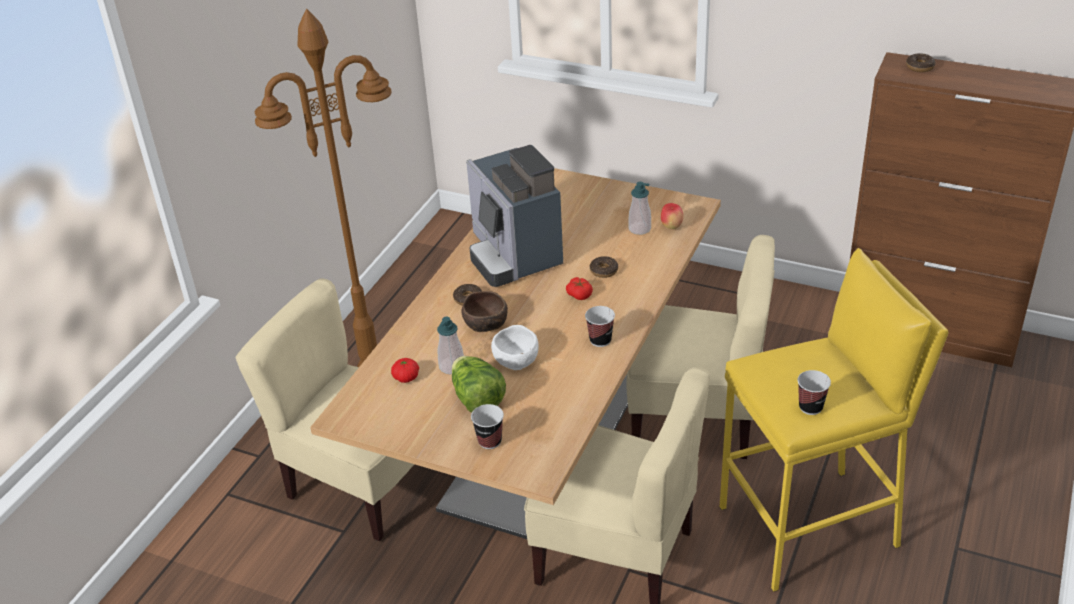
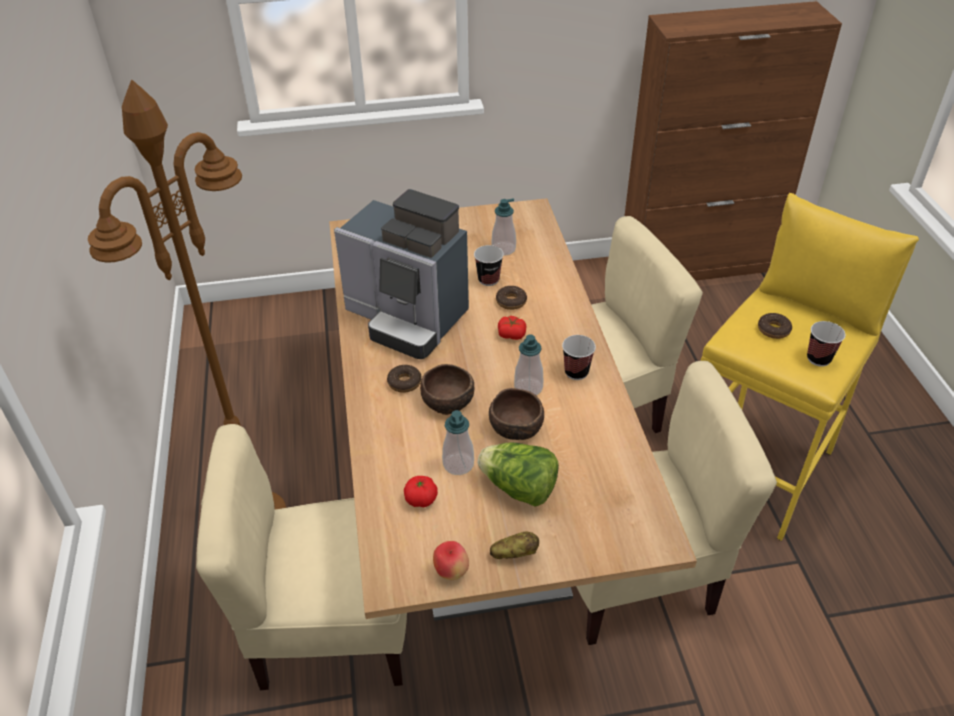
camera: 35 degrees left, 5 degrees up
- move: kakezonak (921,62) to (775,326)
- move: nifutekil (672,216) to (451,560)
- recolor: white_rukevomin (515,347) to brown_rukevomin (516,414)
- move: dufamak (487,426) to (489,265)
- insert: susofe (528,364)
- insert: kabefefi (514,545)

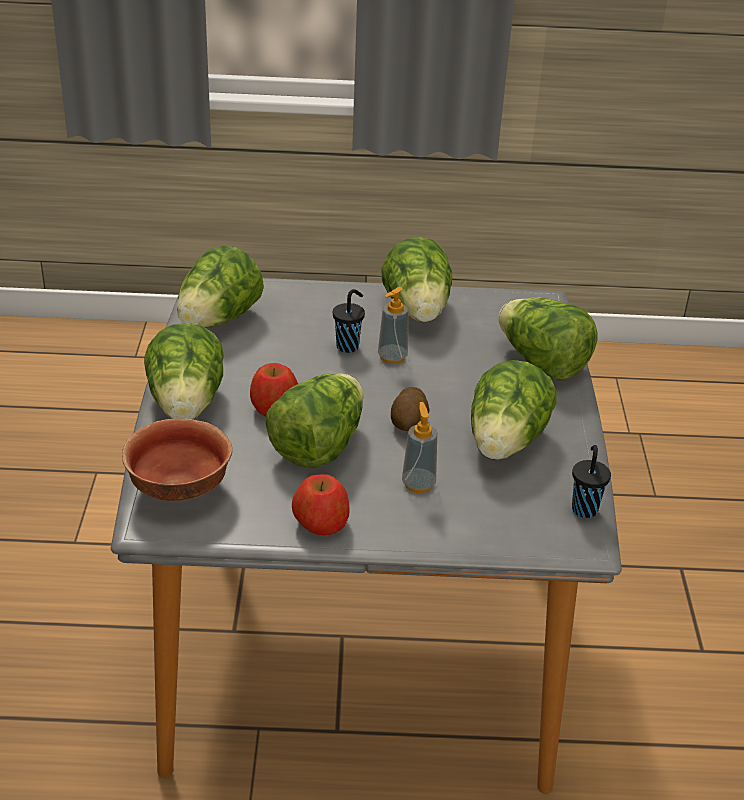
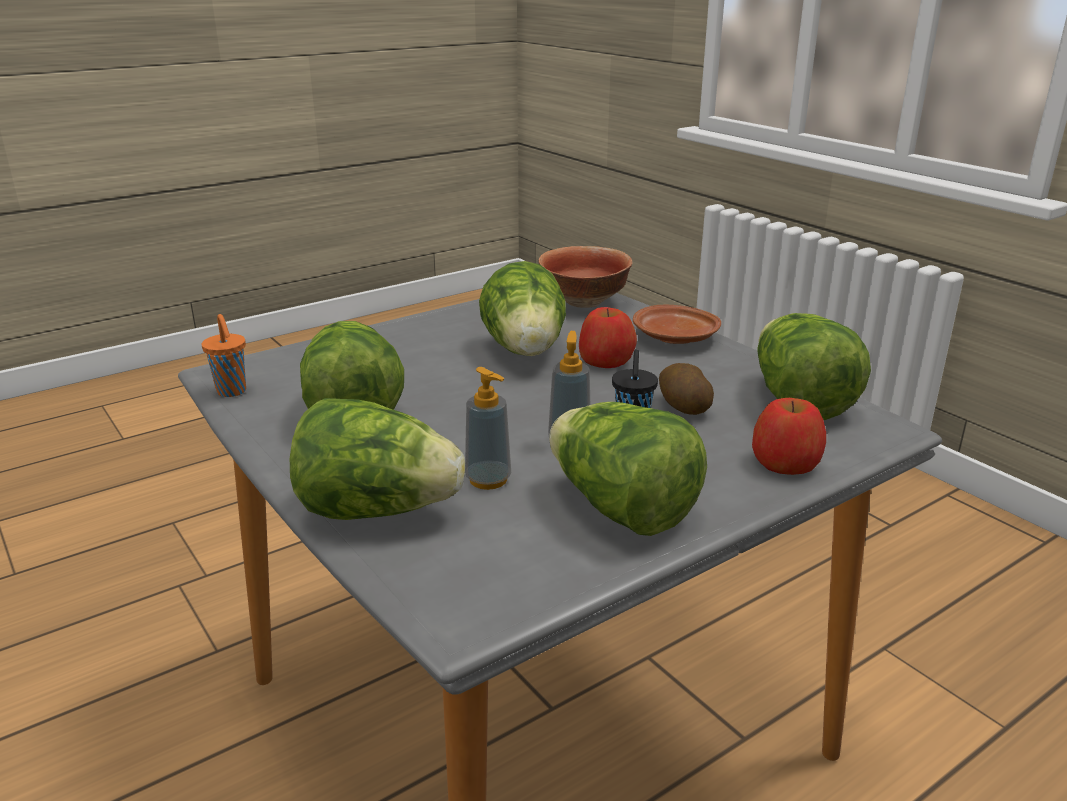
camera: 145 degrees right, 10 degrees down
- replace: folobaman (184,371) to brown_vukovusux (677,324)
- move: kabefefi (410,409) to (686,389)
- move: susofe (419,447) to (488,428)
- recolor: black_dufamak (591,481) to orange_dufamak (224,355)
- move: nifutekil (321,504) to (789,436)

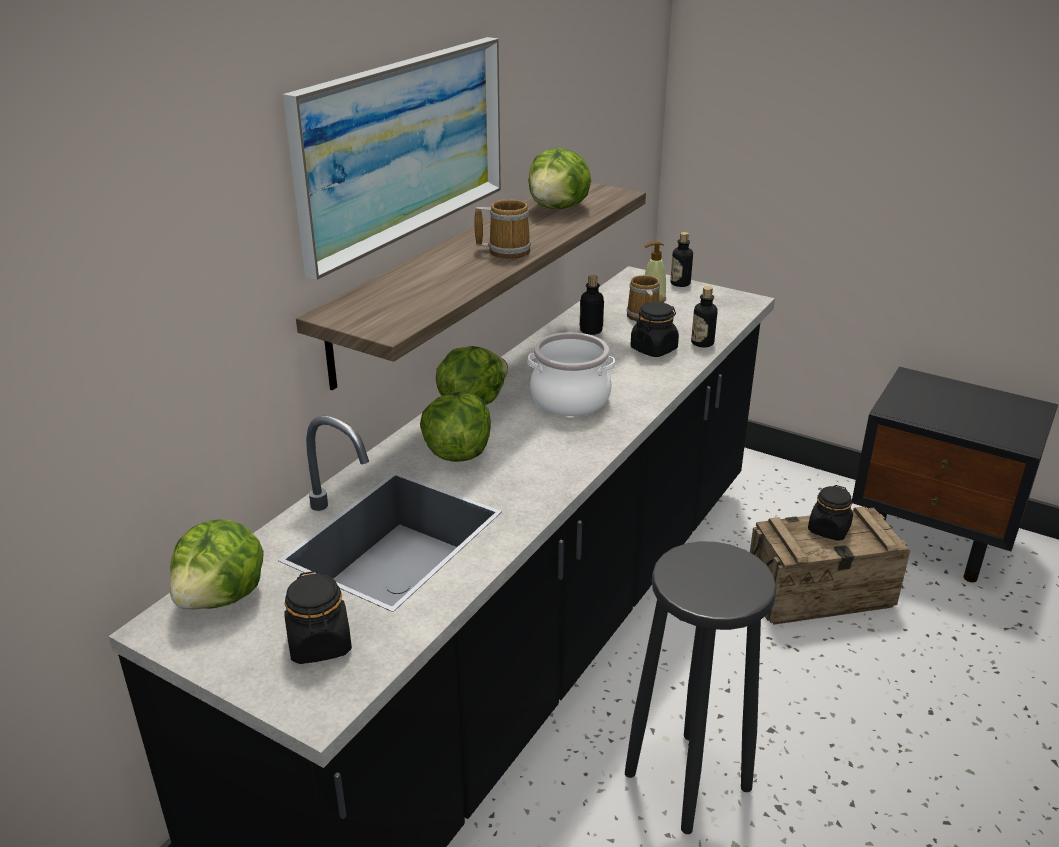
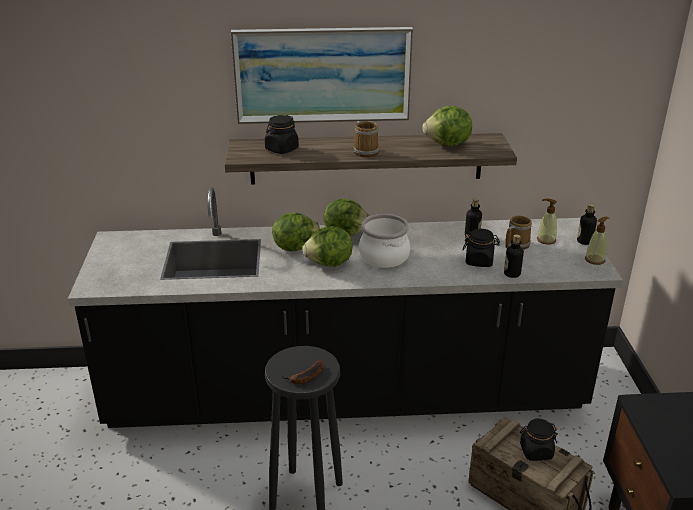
camera: 55 degrees right, 0 degrees up
- move: folobaman (217,564) to (327,246)
- move: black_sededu (318,617) to (282,134)
- insert: susofe (597,241)
- insert: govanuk (302,372)

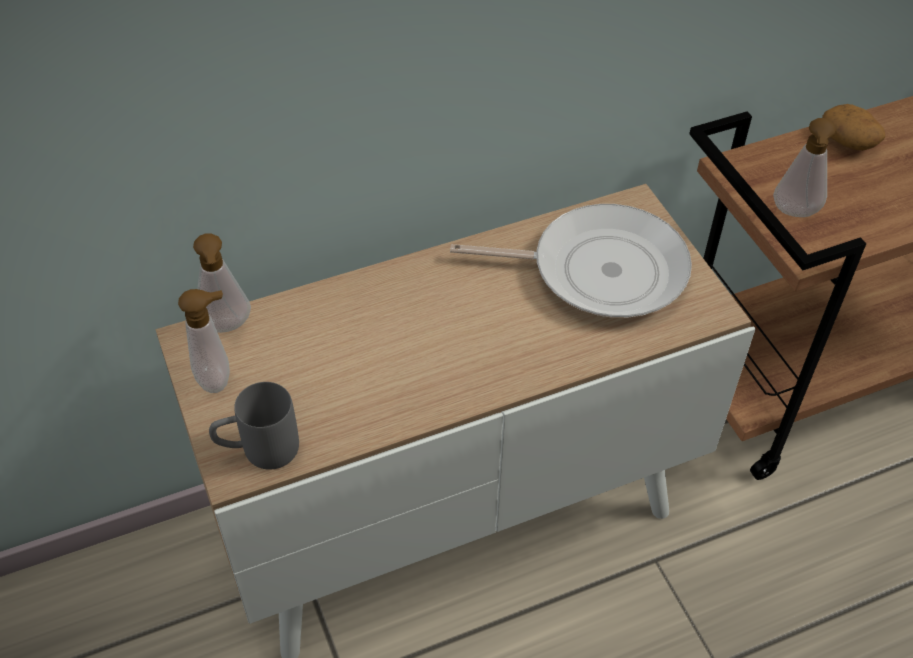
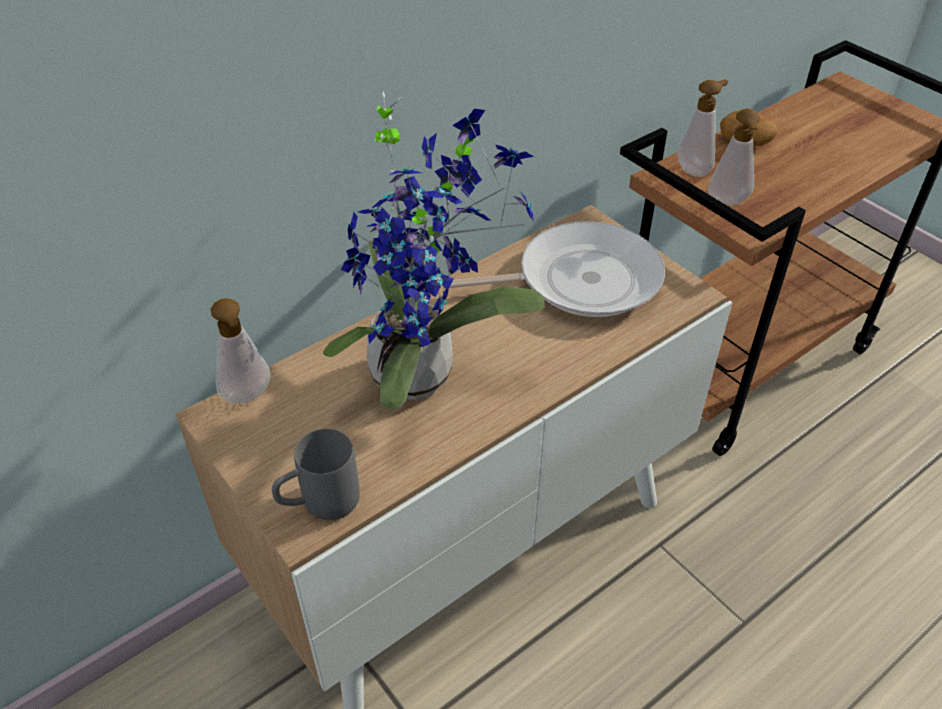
camera: 15 degrees left, 5 degrees down
- move: susofe (204,341) to (703,128)
- insert: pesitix (434,250)

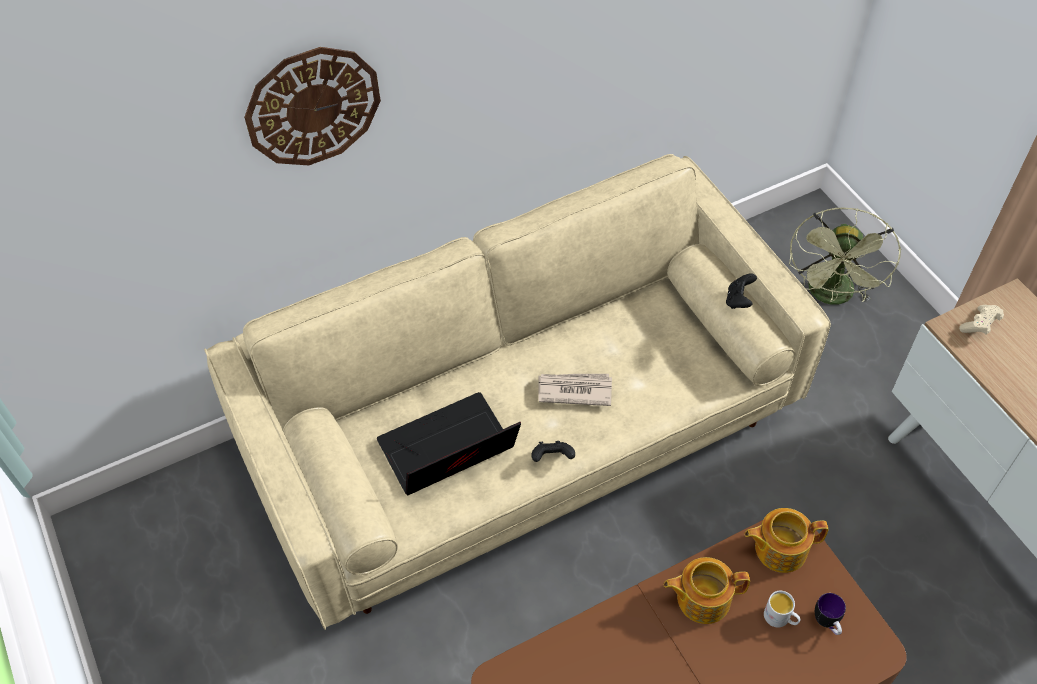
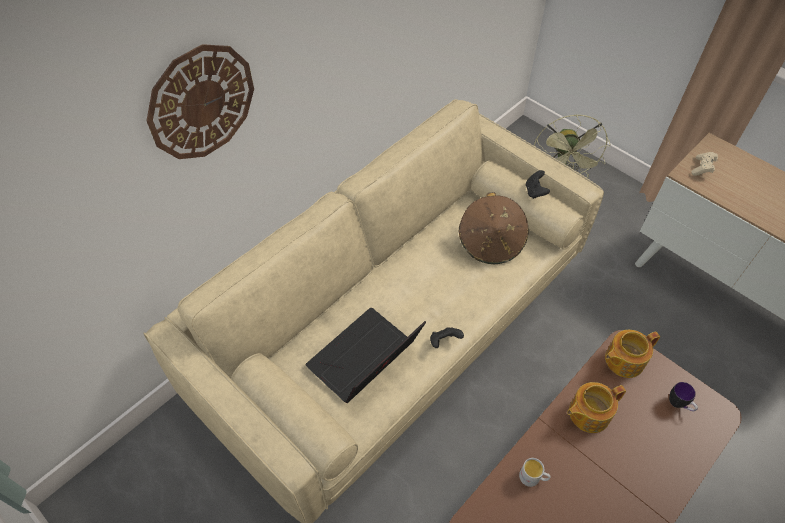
camera: 20 degrees left, 0 degrees up
- delete: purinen (575,390)
- move: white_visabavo (782,609) to (535,472)
- insert: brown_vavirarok (493,228)

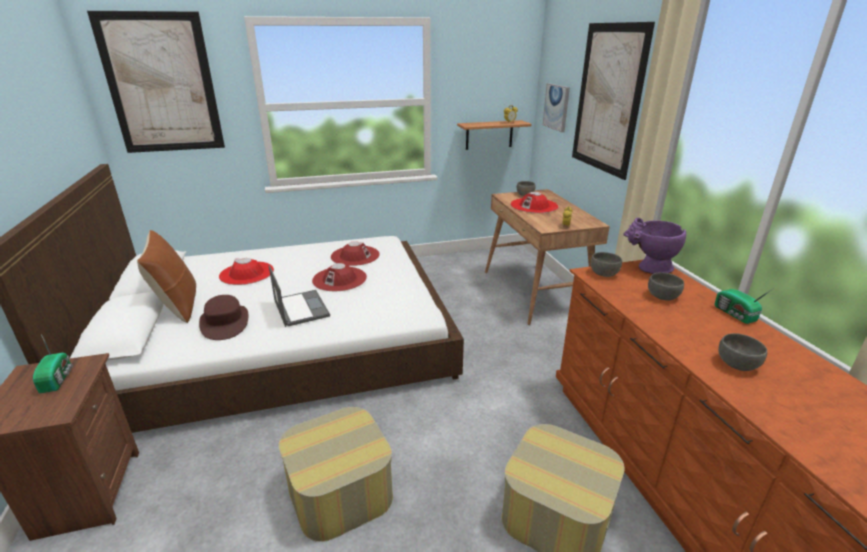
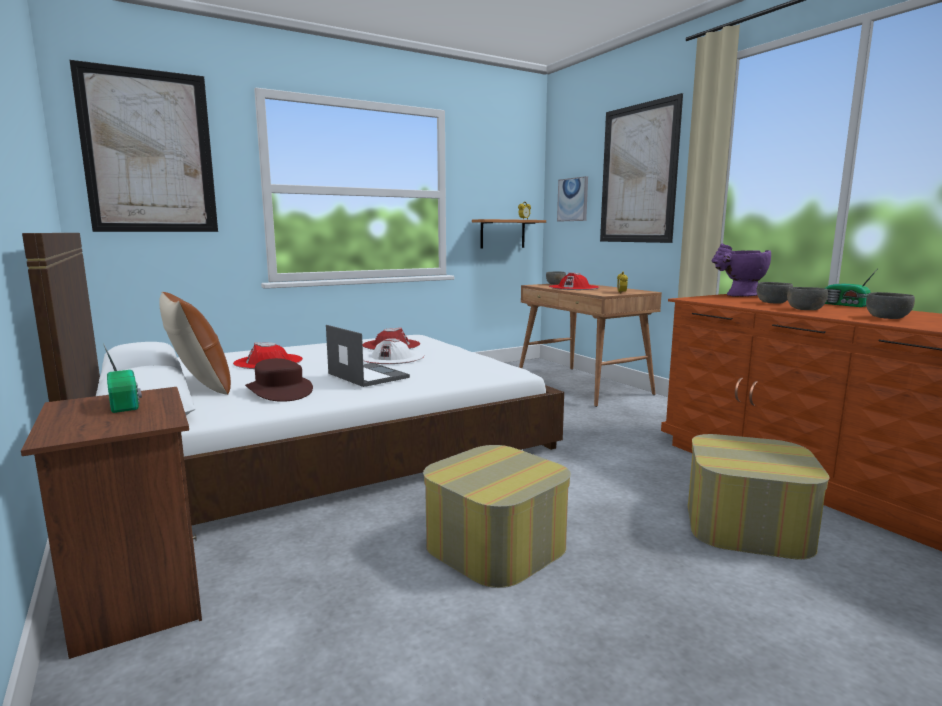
camera: 15 degrees left, 15 degrees down
- move: grey_rukevomin (606,264) to (807,298)
- recolor: red_vavirarok (339,277) to white_vavirarok (393,351)

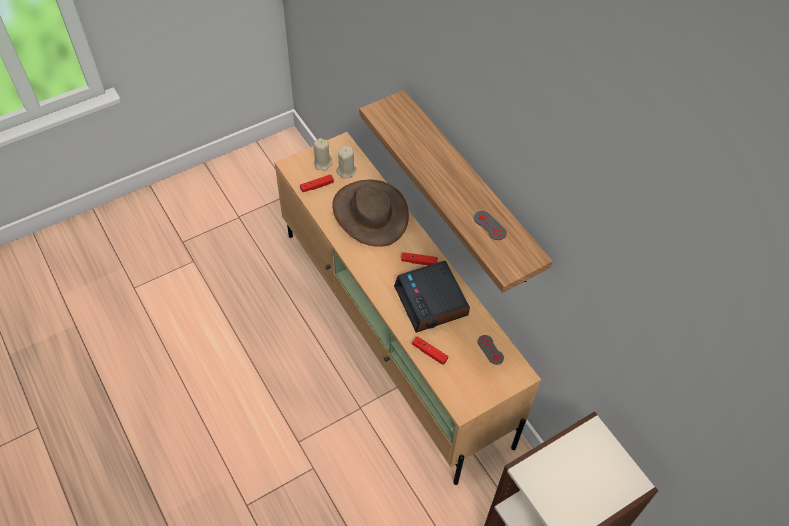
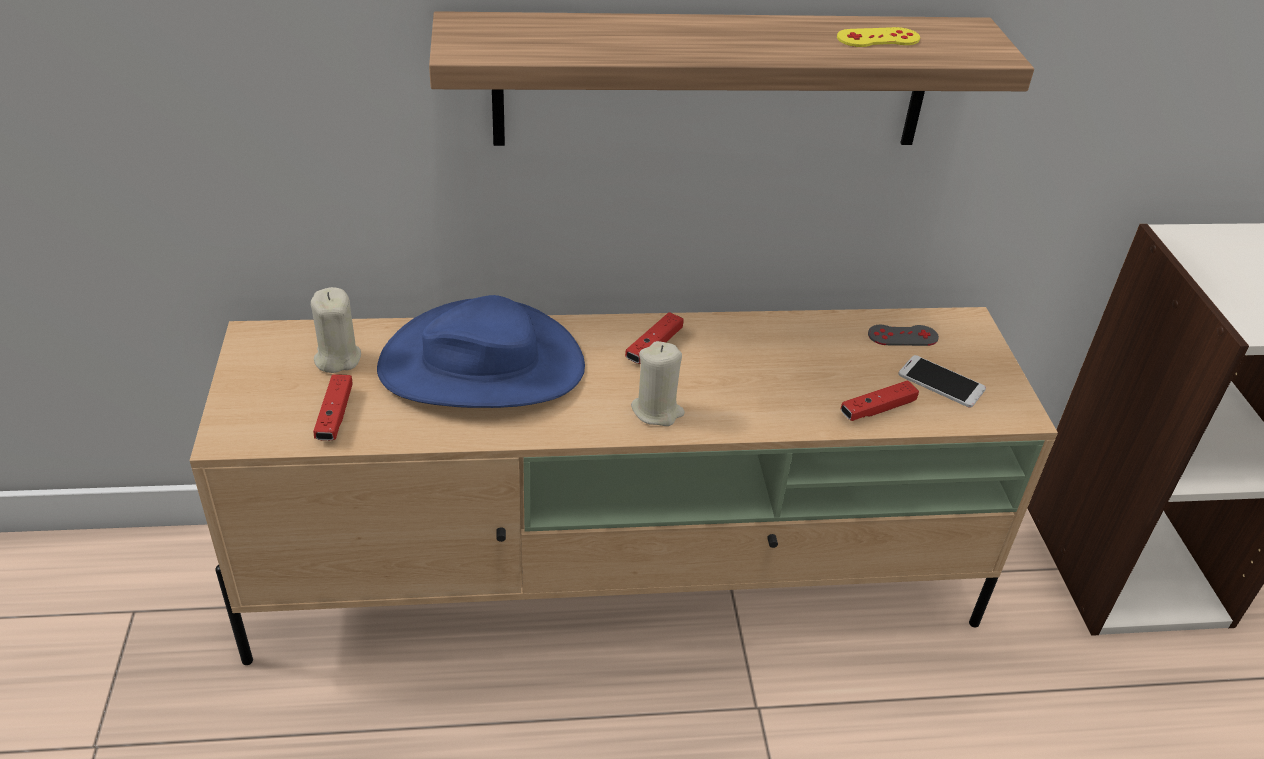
camera: 65 degrees left, 15 degrees down
- move: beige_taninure (322,154) to (658,383)
- recolor: brown_vavirarok (370,213) to blue_vavirarok (481,351)
- recolor: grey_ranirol (490,225) to yellow_ranirol (878,37)
- delete: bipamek (432,297)
- insert: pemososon (942,381)

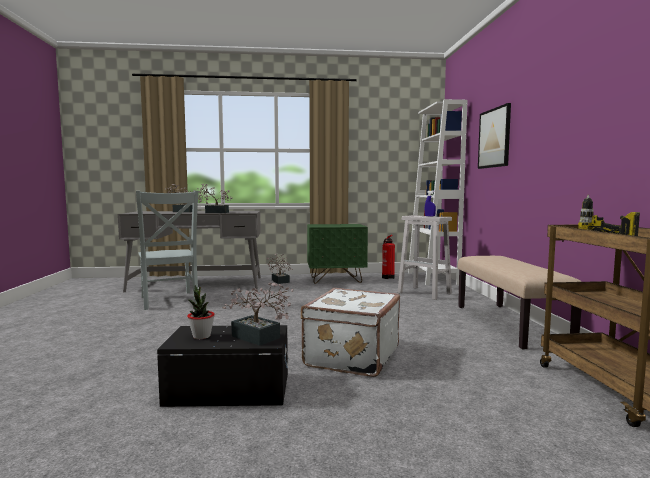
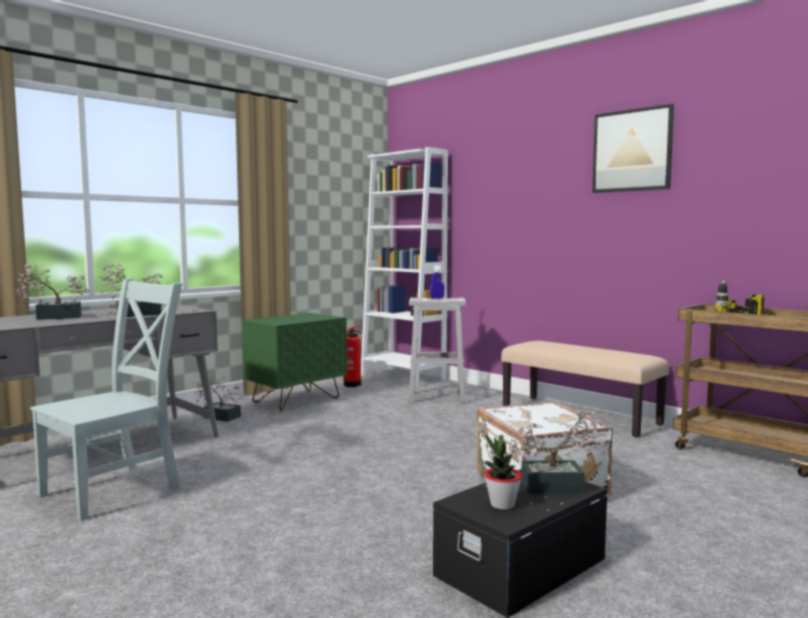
camera: 40 degrees left, 0 degrees up
- move: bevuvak (494,136) to (633,148)
- rotate: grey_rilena (167,250) = (106,400) 75 degrees counterclockwise

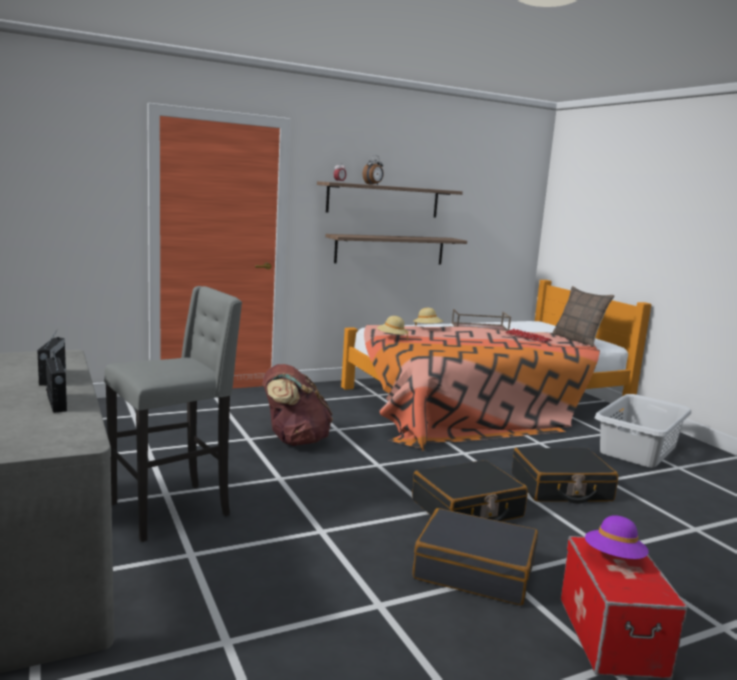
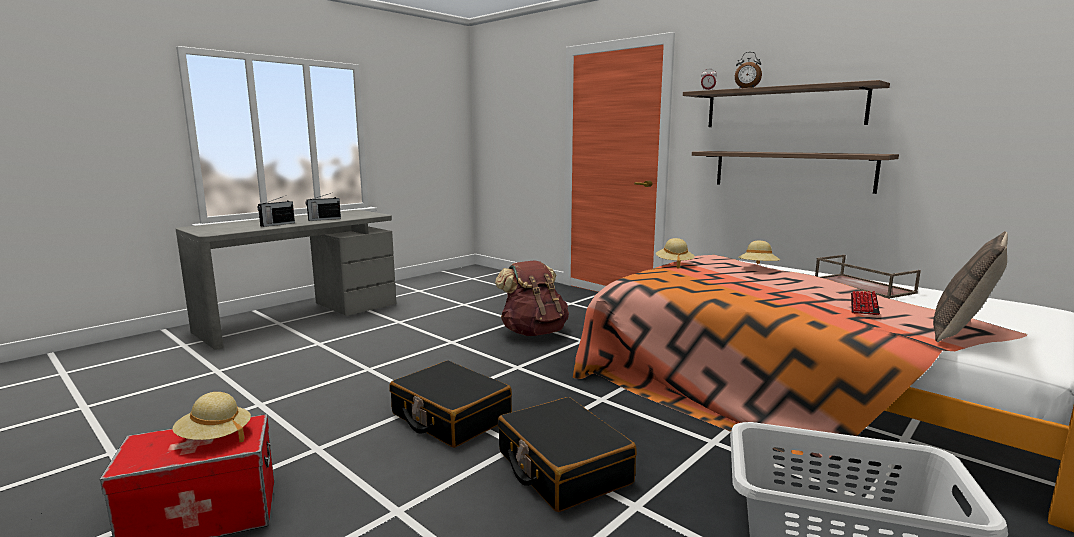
camera: 70 degrees right, 0 degrees up
- delete: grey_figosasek (173,414)
- delete: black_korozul (475,556)
- recolor: purple_vavirarok (617,537) to beige_vavirarok (211,417)

